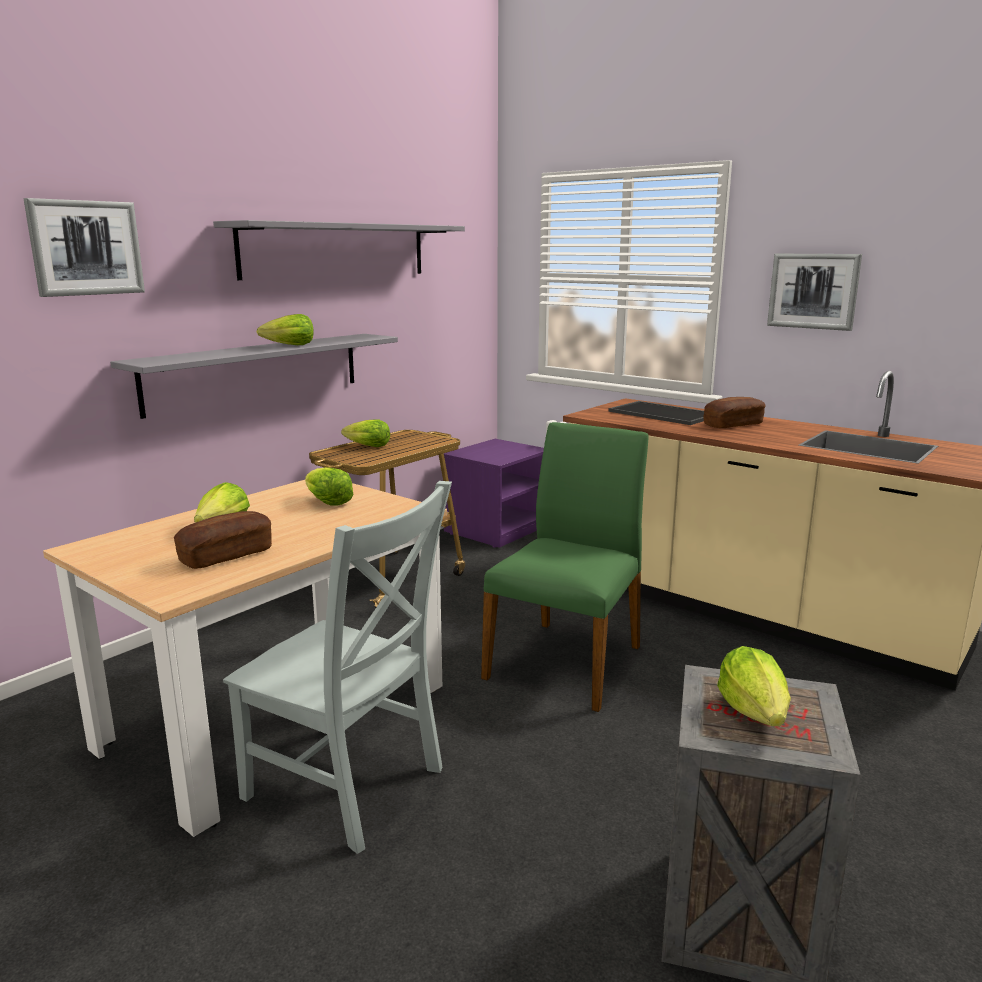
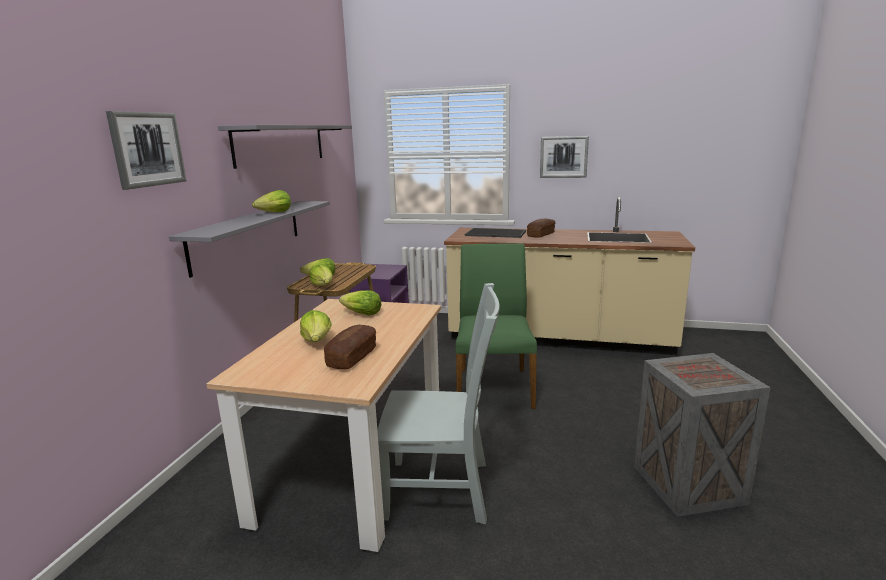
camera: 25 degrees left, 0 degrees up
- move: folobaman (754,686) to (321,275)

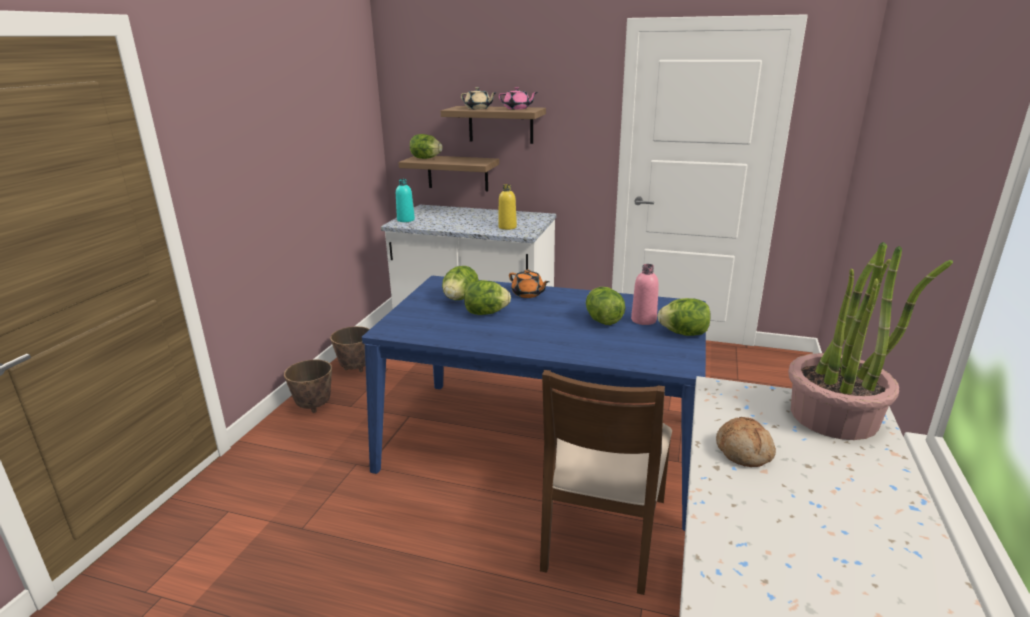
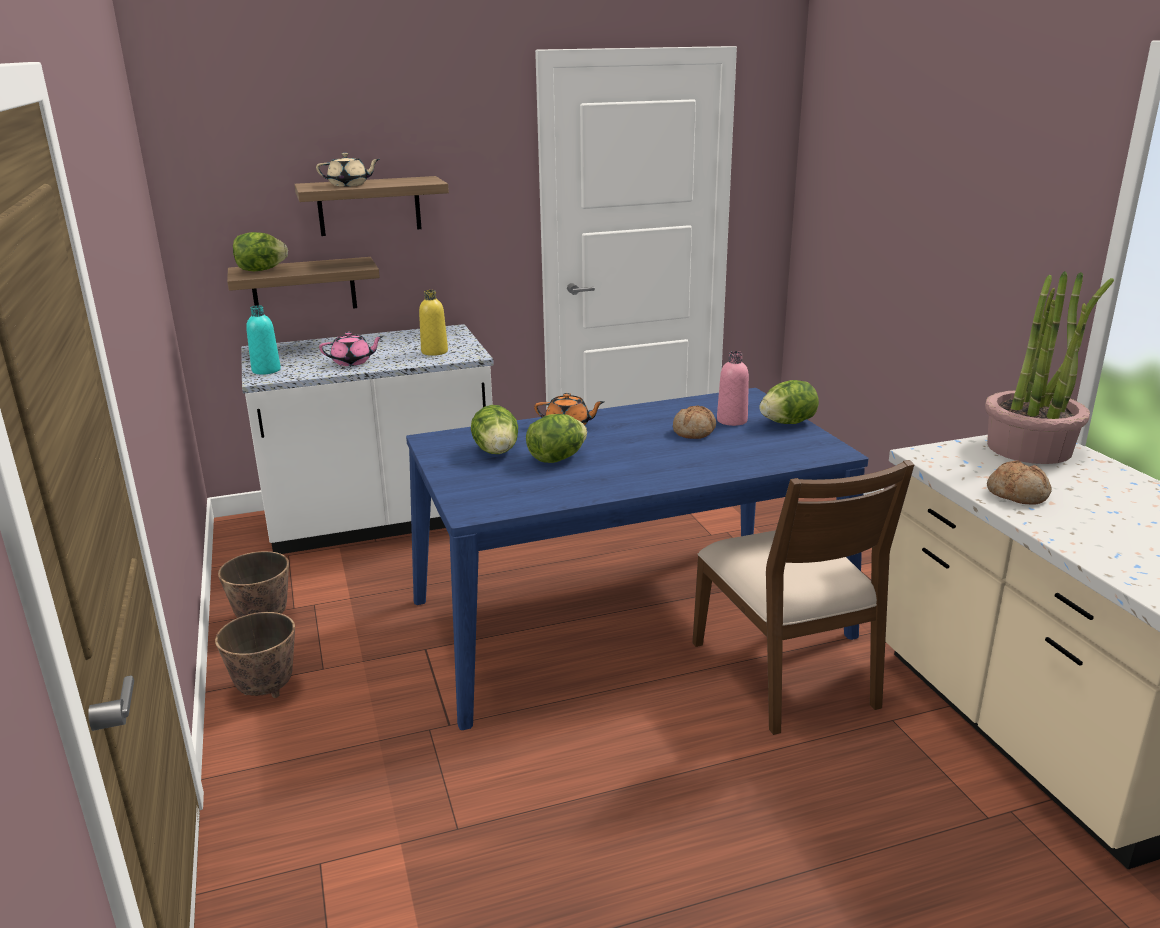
camera: 35 degrees left, 0 degrees up
- move: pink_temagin (518,98) to (351,349)
- replace: folobaman (605,306) to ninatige (694,422)

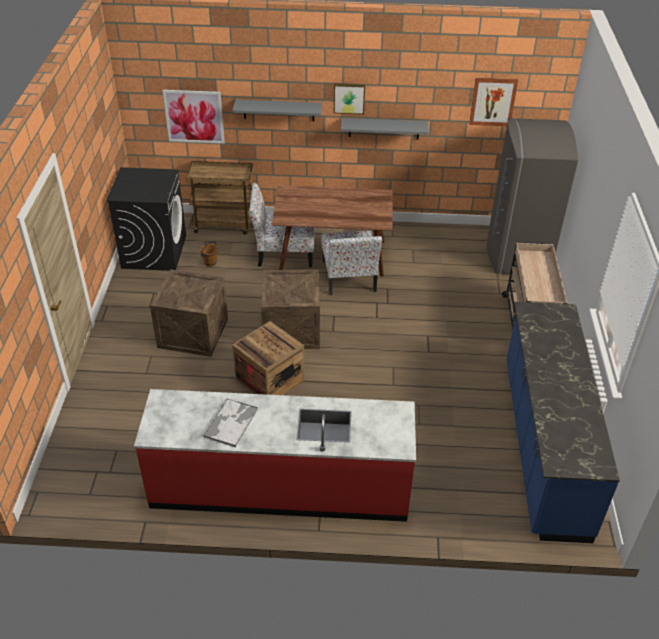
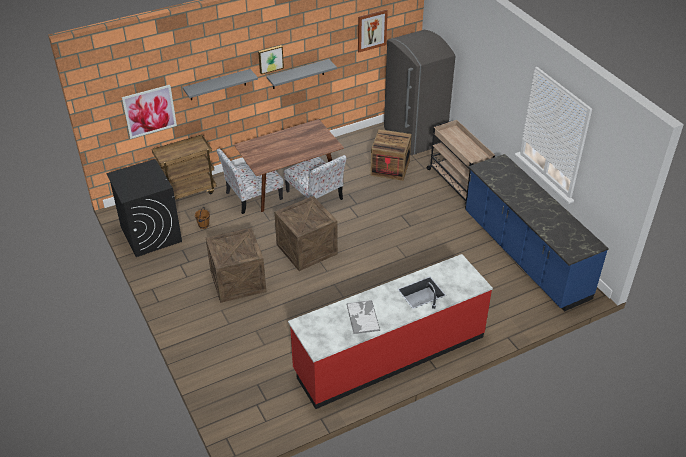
camera: 30 degrees left, 0 degrees up
- move: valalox (268,358) to (391,155)

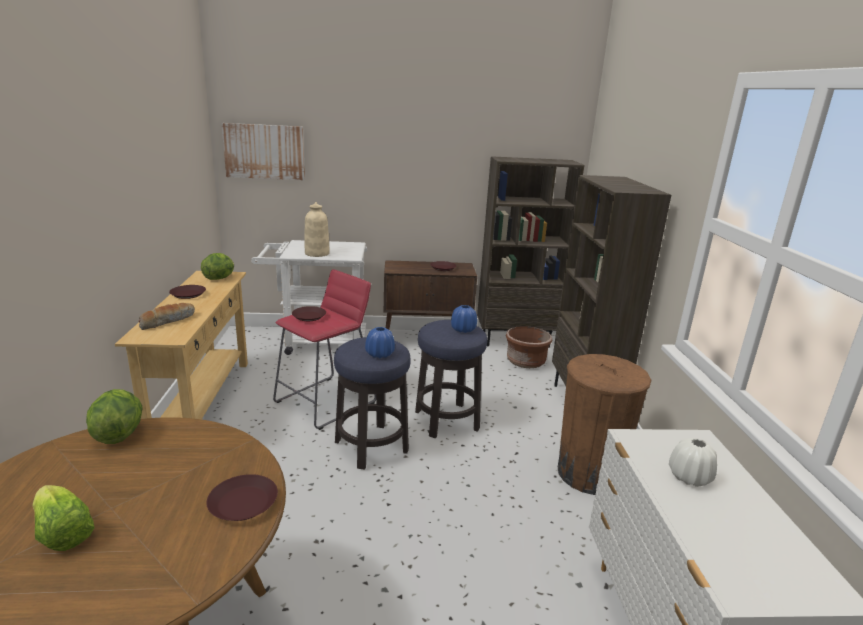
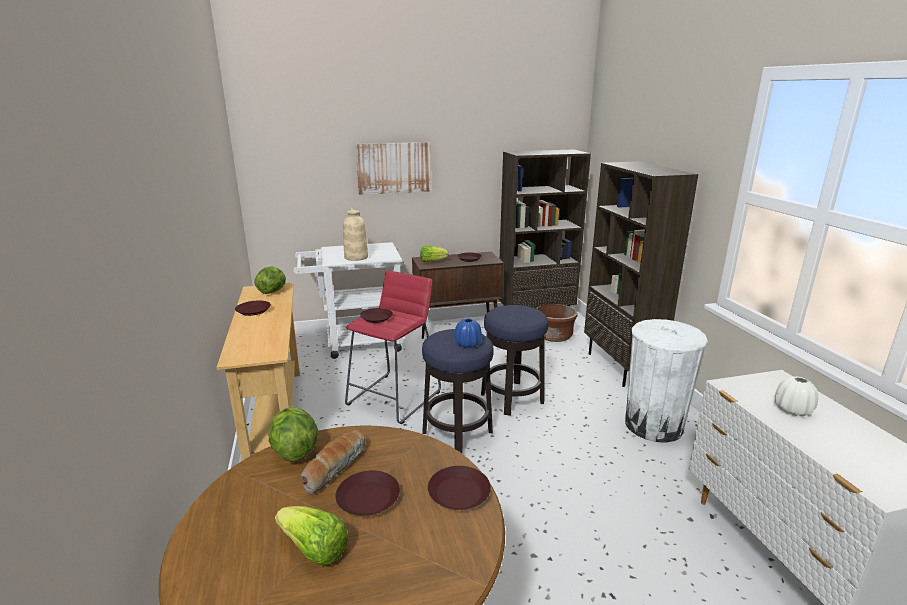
camera: 10 degrees left, 0 degrees up
- move: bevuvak (263,151) to (393,168)
- move: ninatige (166,316) to (333,462)
- delete: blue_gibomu (464,319)
- recolor: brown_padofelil (604,424) to white_padofelil (666,381)
- insert: folobaman (434,254)
- insert: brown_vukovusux (367,493)

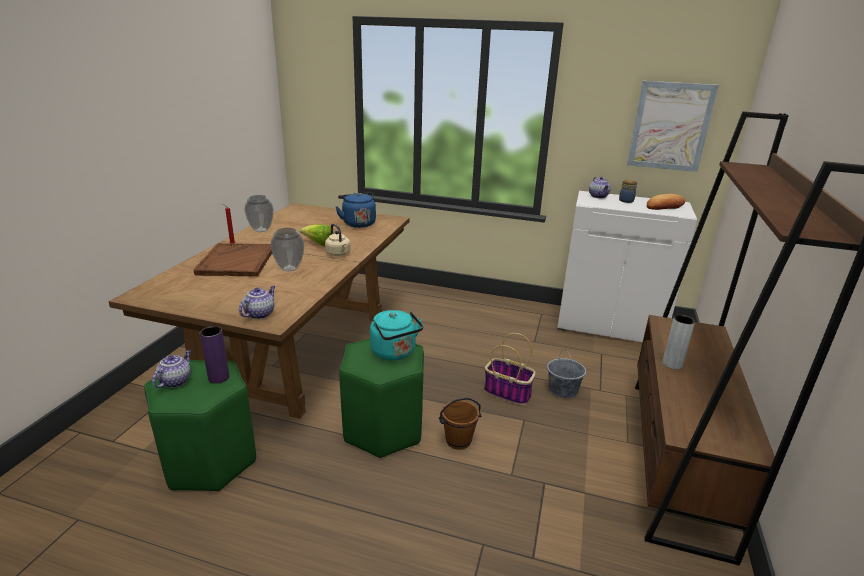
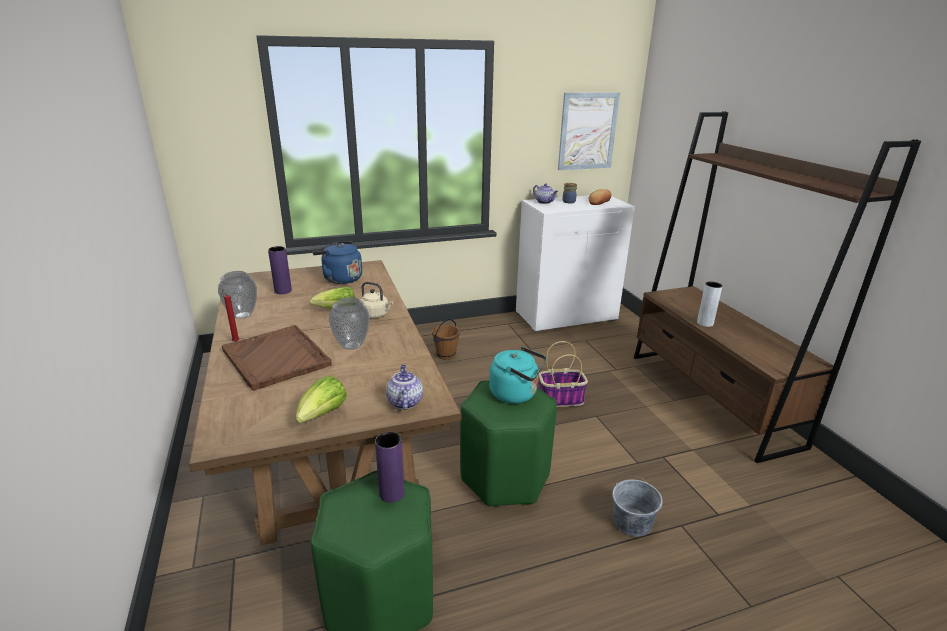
camera: 35 degrees left, 0 degrees up
- delete: temagin (171,369)
- move: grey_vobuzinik (566,374) to (637,505)
- move: brown_vobuzinik (460,424) to (446,339)
- insert: purple_gibomu (280,270)
- insert: folobaman (321,399)

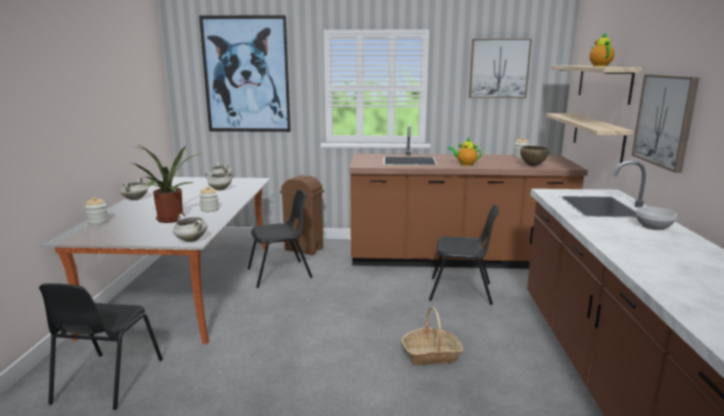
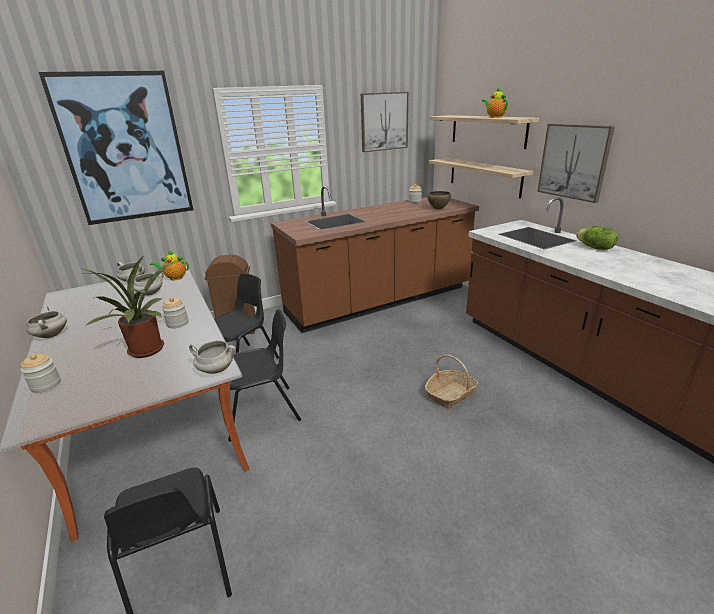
camera: 30 degrees left, 10 degrees up
- move: temagin (464,152) to (169,265)
- move: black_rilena (463,254) to (264,375)
- replace: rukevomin (656,218) to folobaman (597,238)

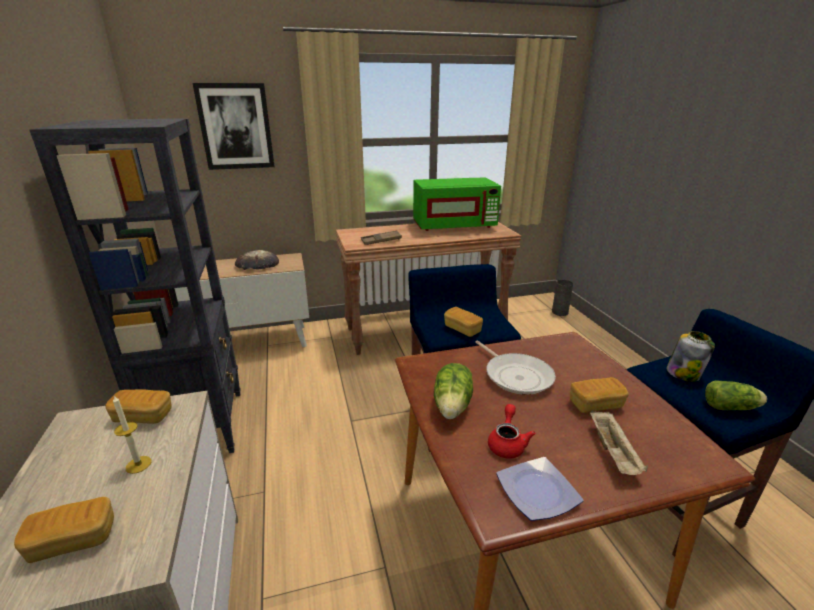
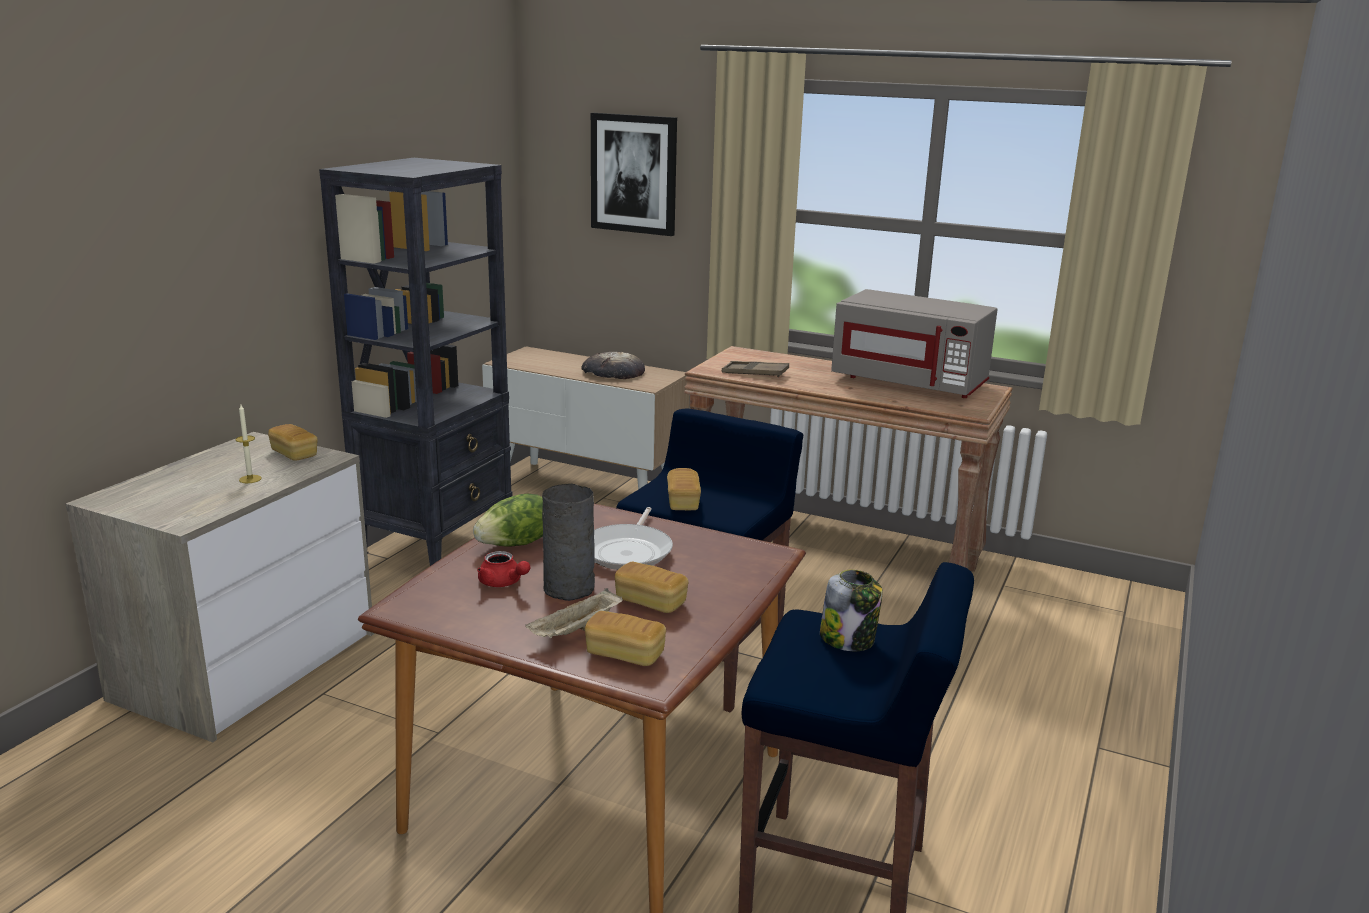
camera: 40 degrees right, 5 degrees down
- recolor: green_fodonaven (457,204) to grey_fodonaven (914,343)
- move: grey_gibomu (562,298) to (568,542)
- delete: folobaman (736,395)
- rotate: red_temagin (511,431) = (503,569) 75 degrees clockwise
- delete: vukovusux (540,489)
- move: ninatige (64,530) to (625,638)

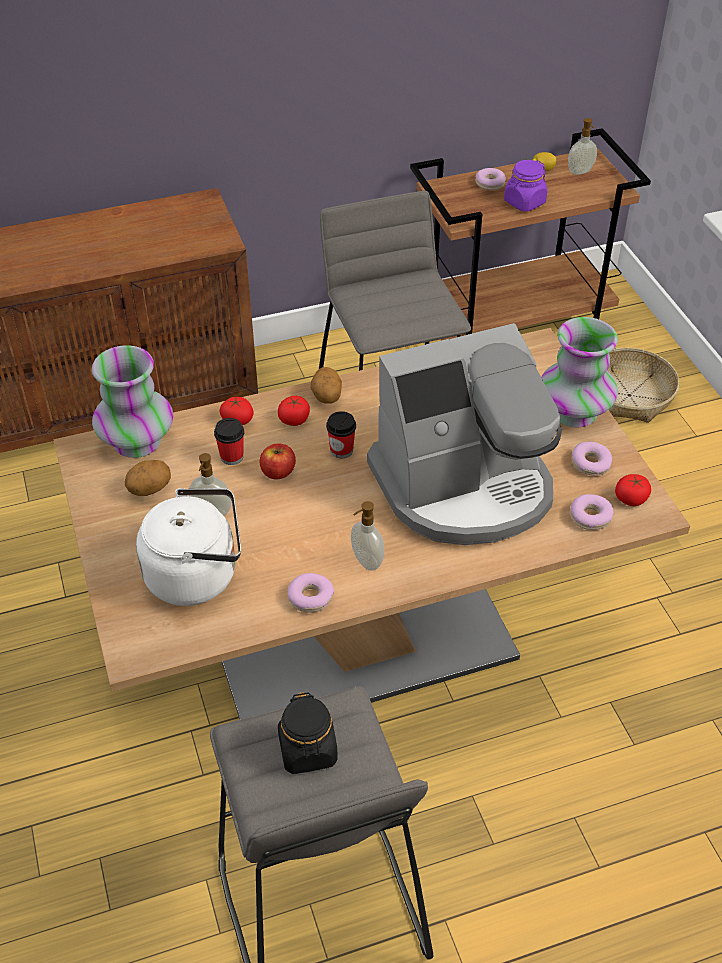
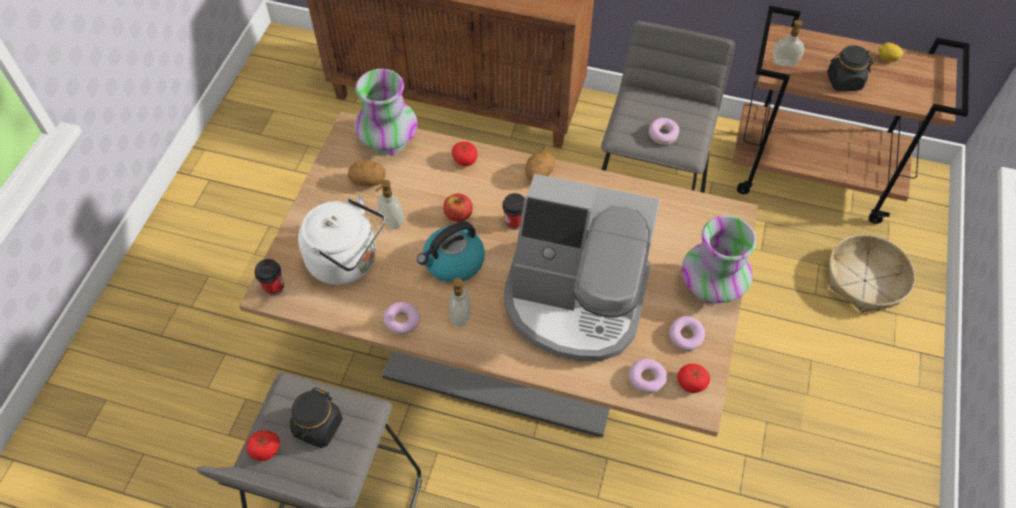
camera: 35 degrees right, 10 degrees up
- move: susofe (582,146) to (788,43)
- recolor: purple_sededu (525,186) to black_sededu (850,68)
- move: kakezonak (491,179) to (664,131)
- move: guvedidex (294,411) to (263,445)
- move: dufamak (229,441) to (269,277)
- insert: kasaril (451,251)

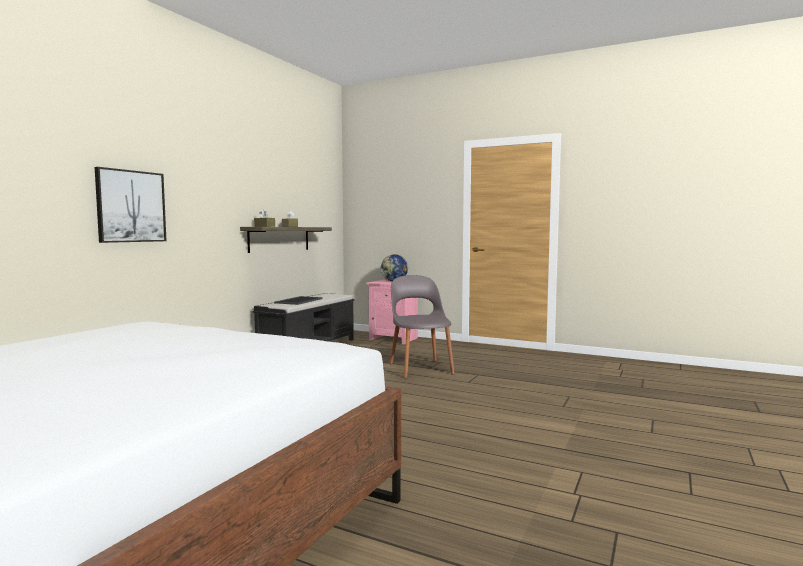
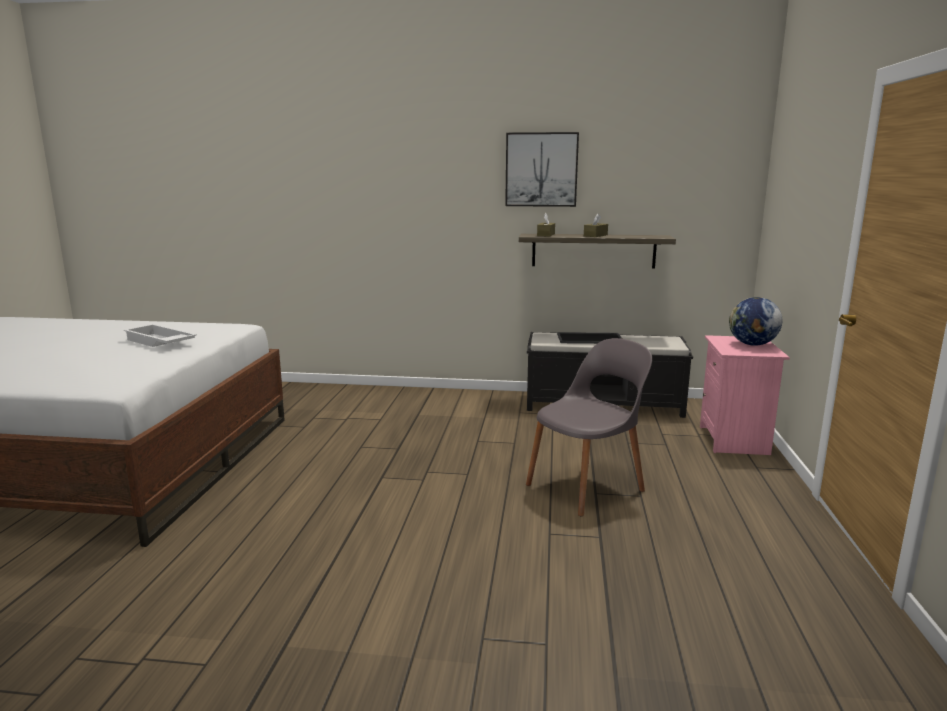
camera: 70 degrees right, 10 degrees up
- move: bevuvak (131,205) to (542,169)
- insert: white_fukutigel (160,335)

